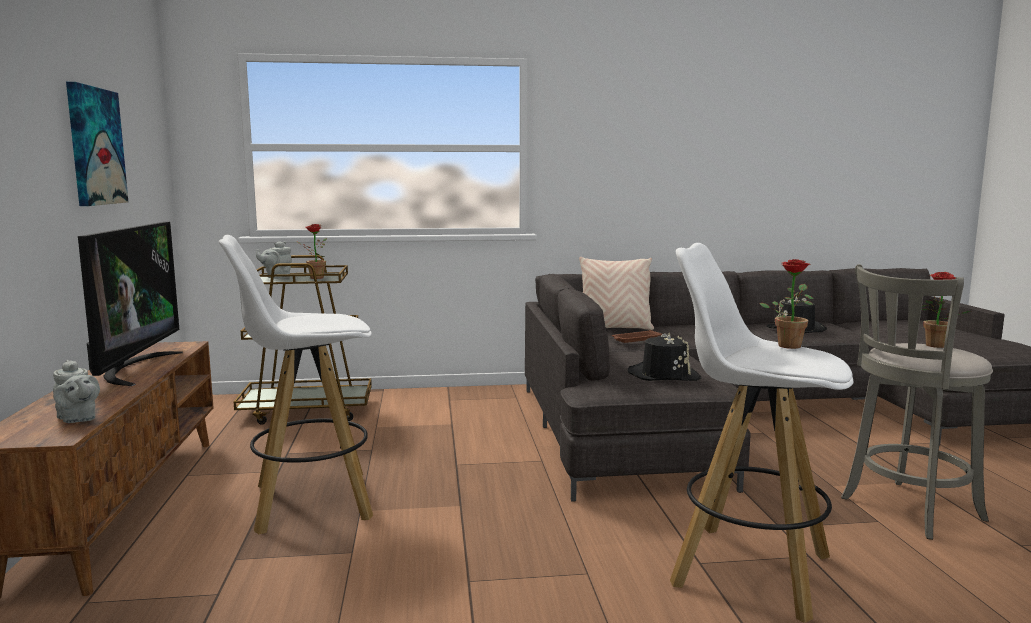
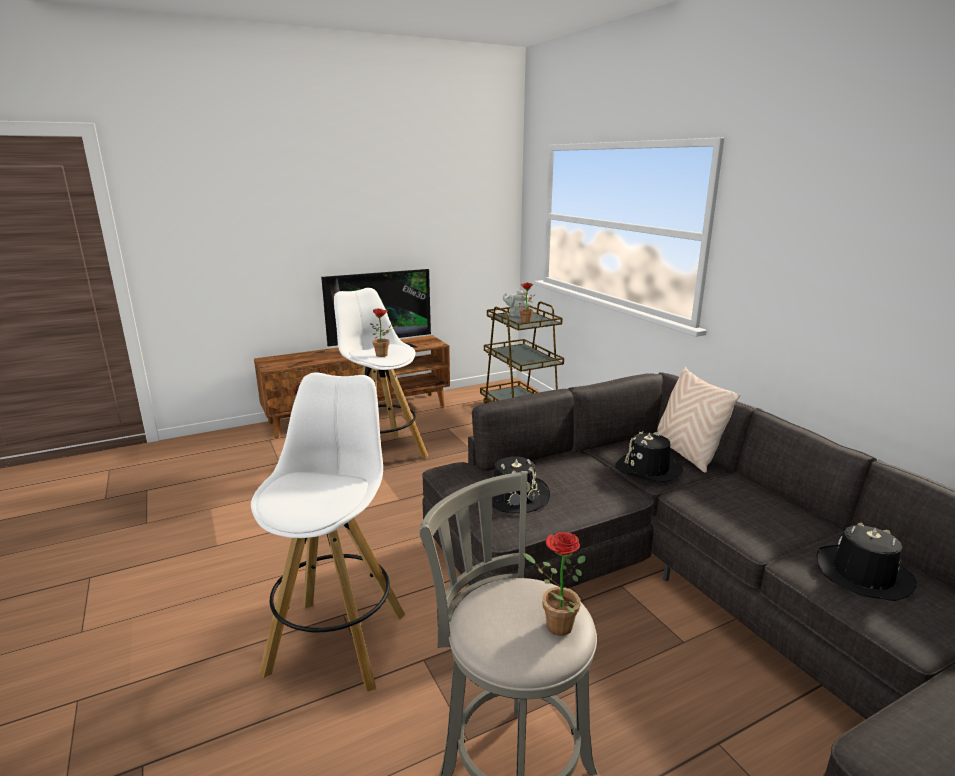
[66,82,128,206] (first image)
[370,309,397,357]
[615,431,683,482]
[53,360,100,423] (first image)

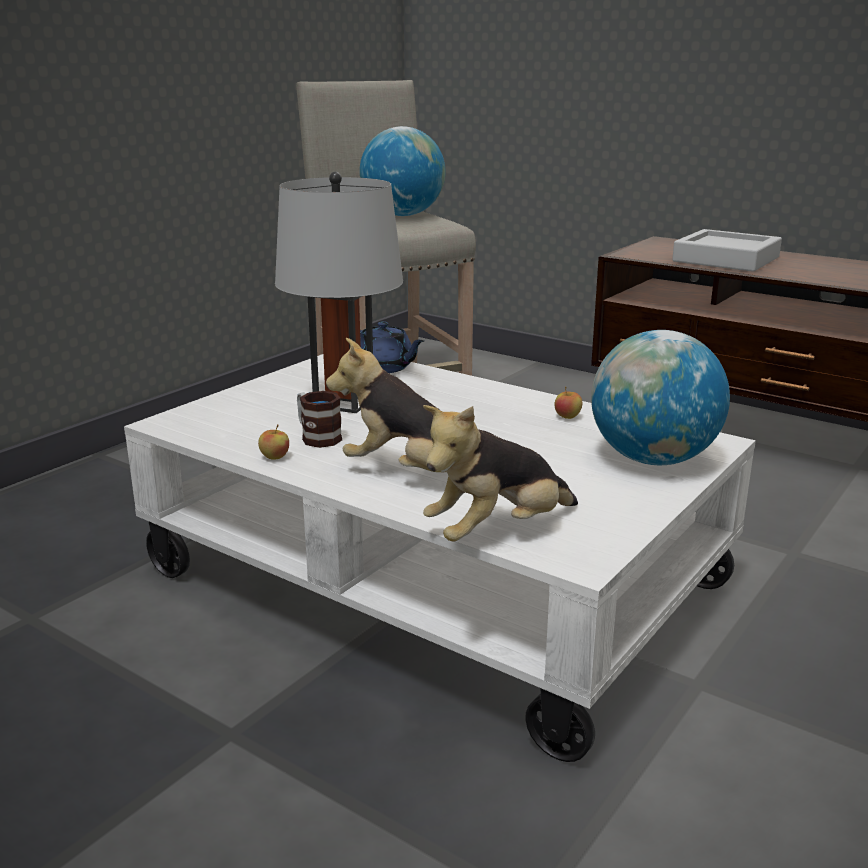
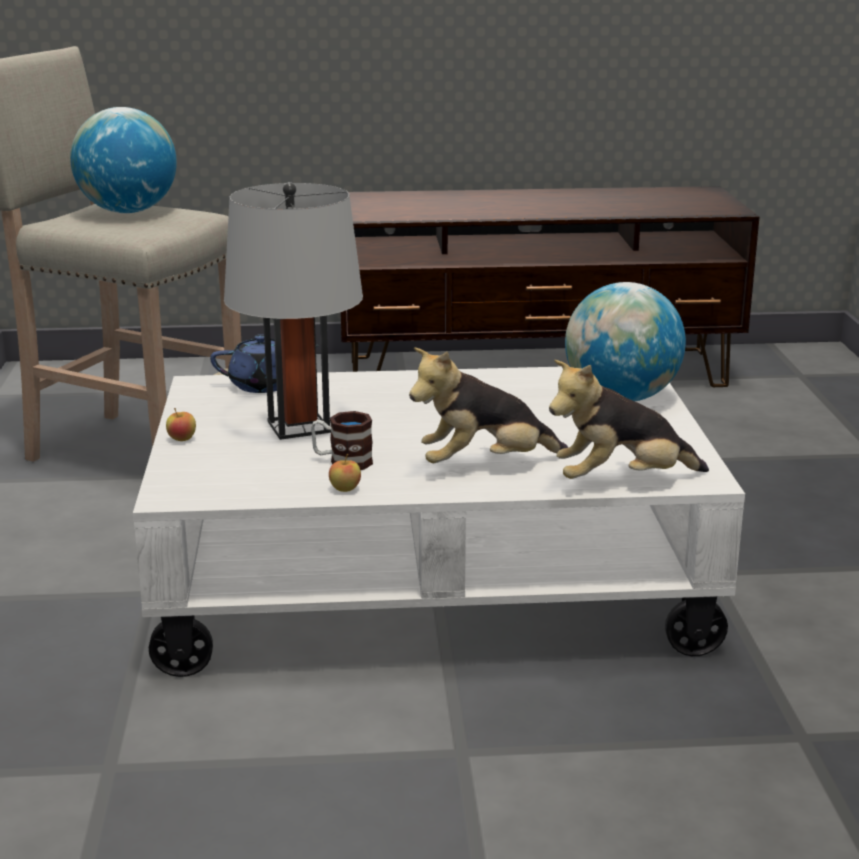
[672,229,782,272] (first image)
[166,408,196,441]
[549,360,709,479]

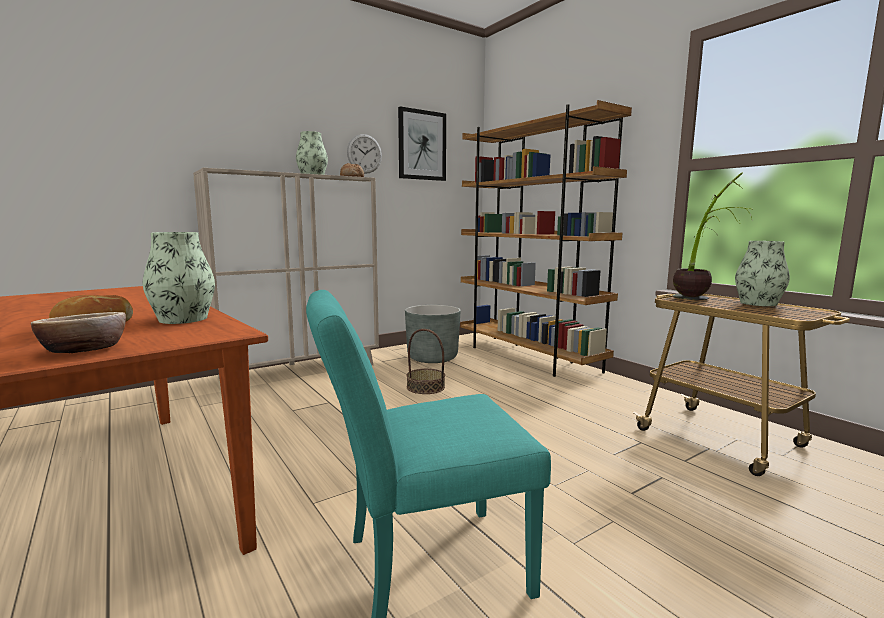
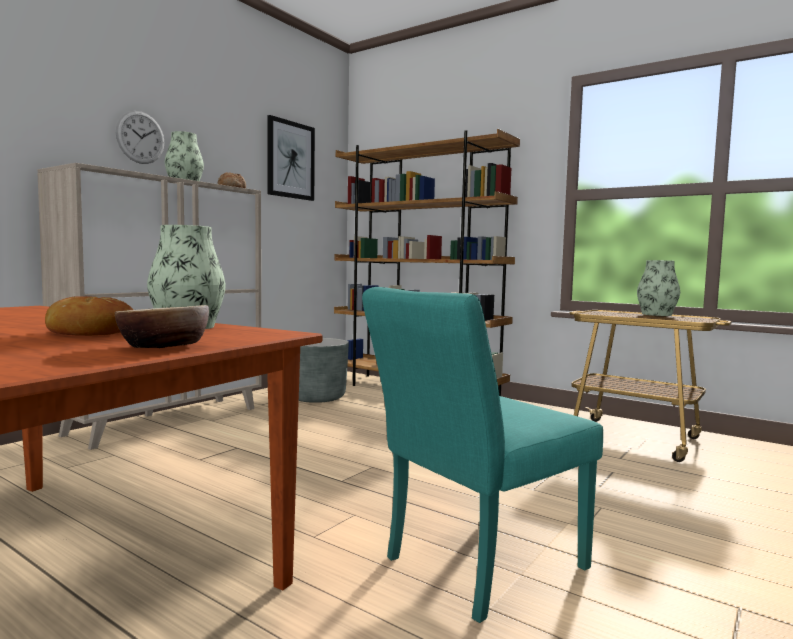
[116,111,165,164]
[673,172,752,300] (first image)
[406,329,445,394] (first image)

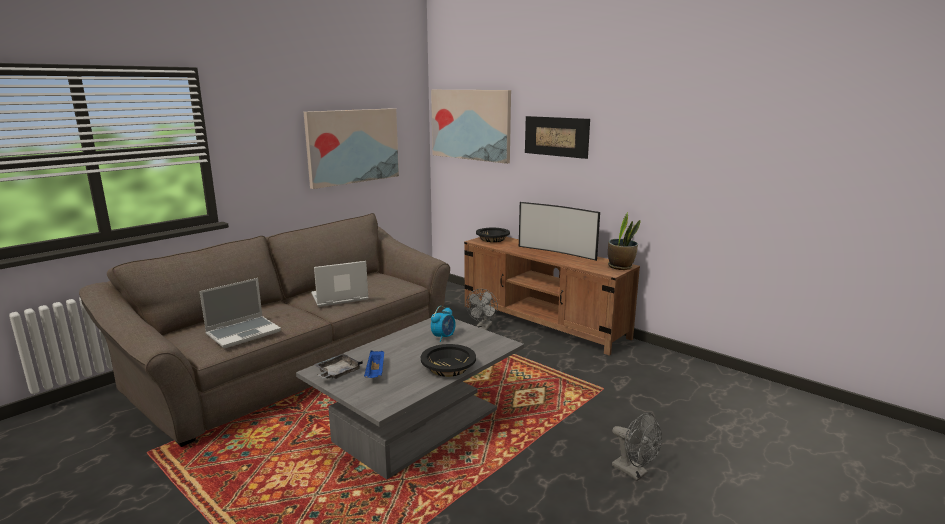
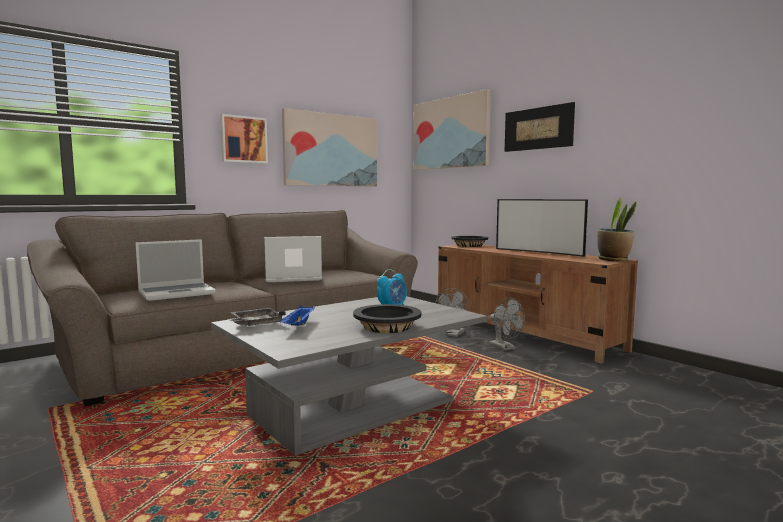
[489,297,525,351]
[220,114,268,164]

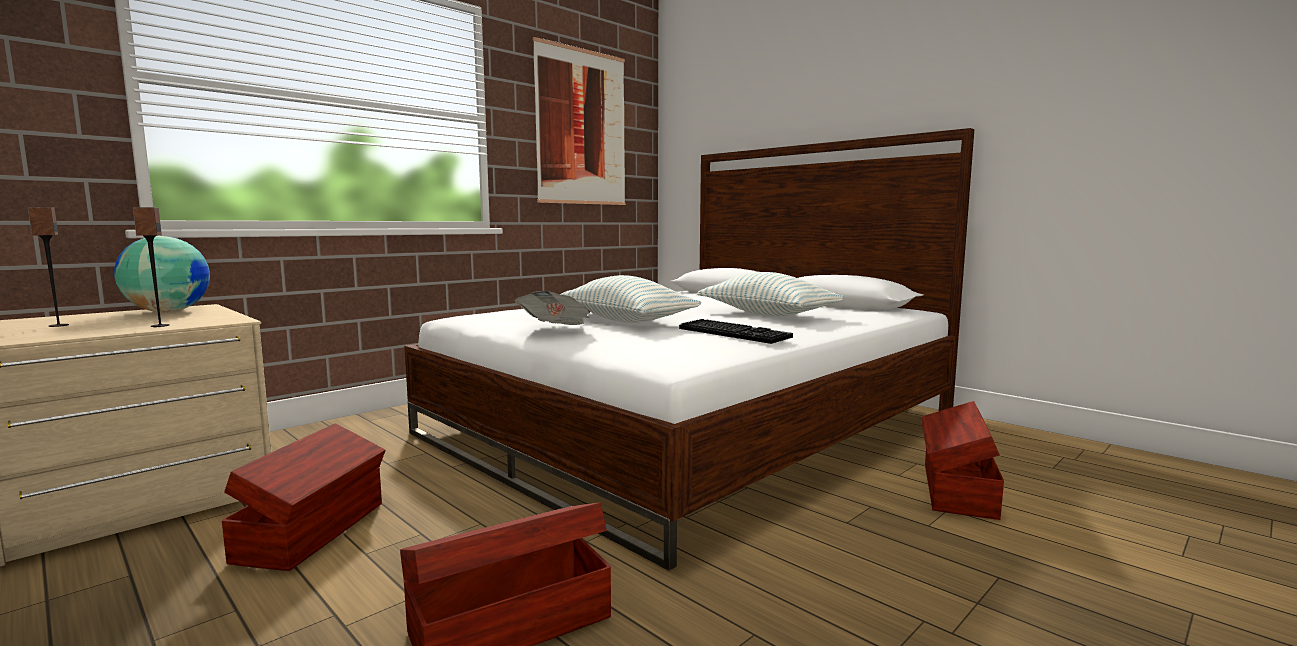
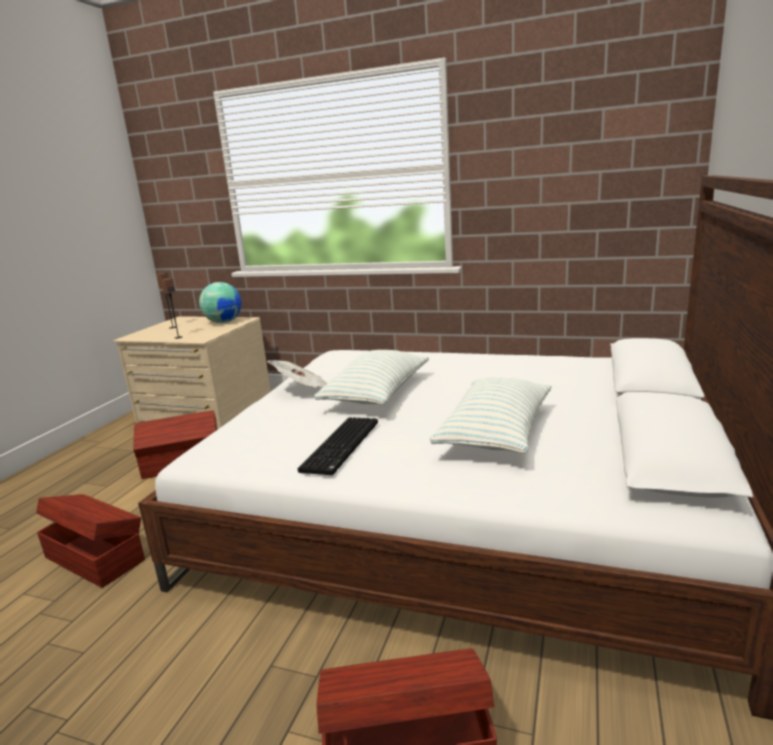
[533,37,626,205] (first image)

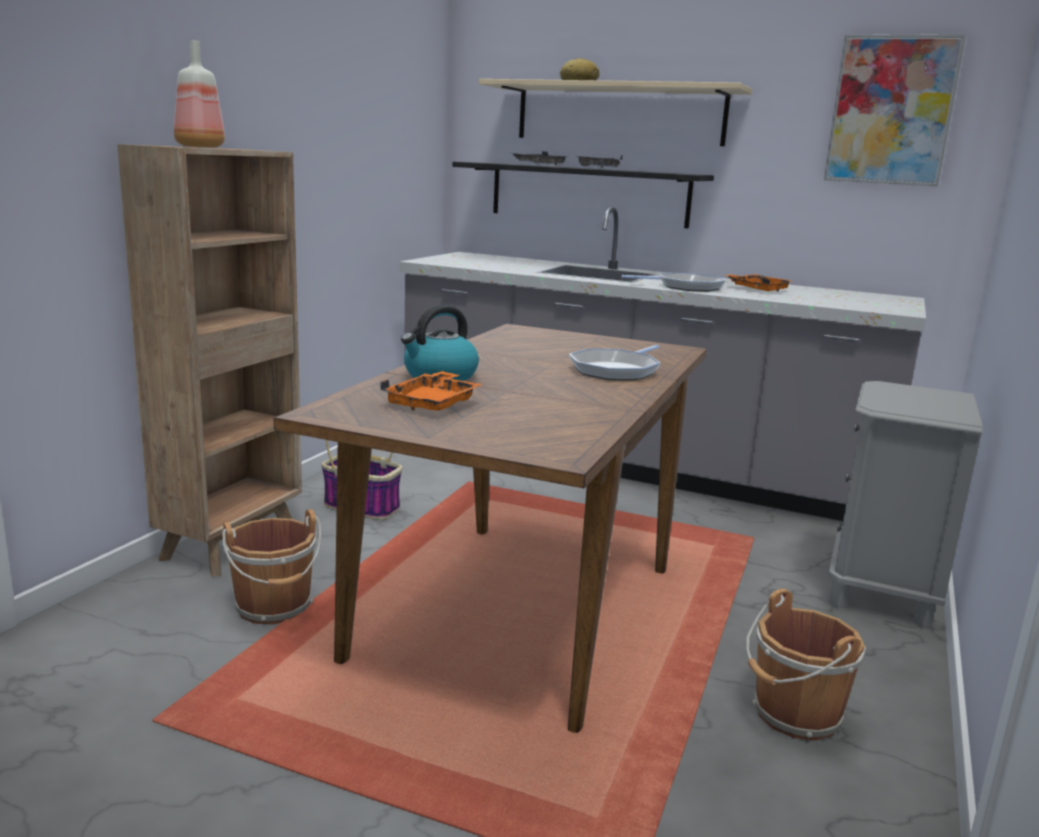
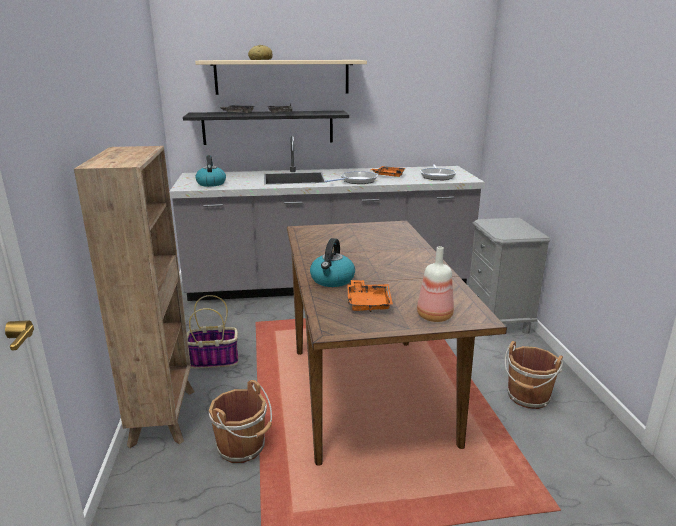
[824,34,966,187] (first image)
[417,246,454,322]
[420,164,456,180]
[195,155,226,187]

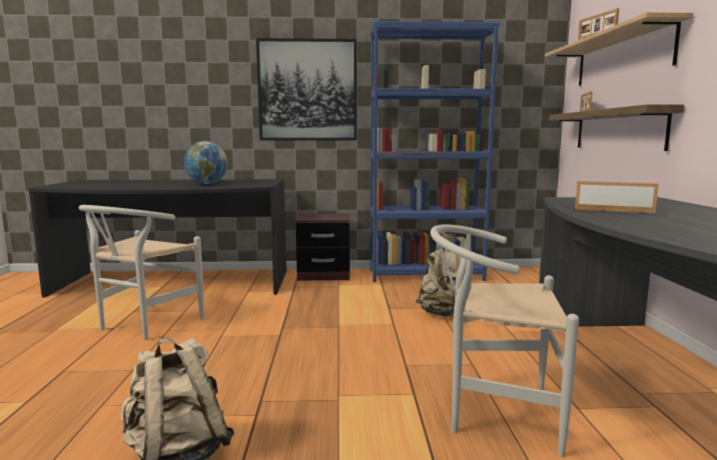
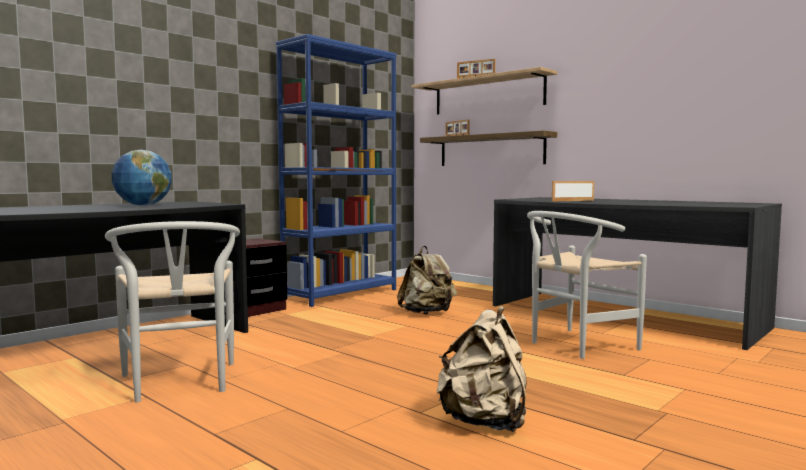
[256,38,357,141] (first image)

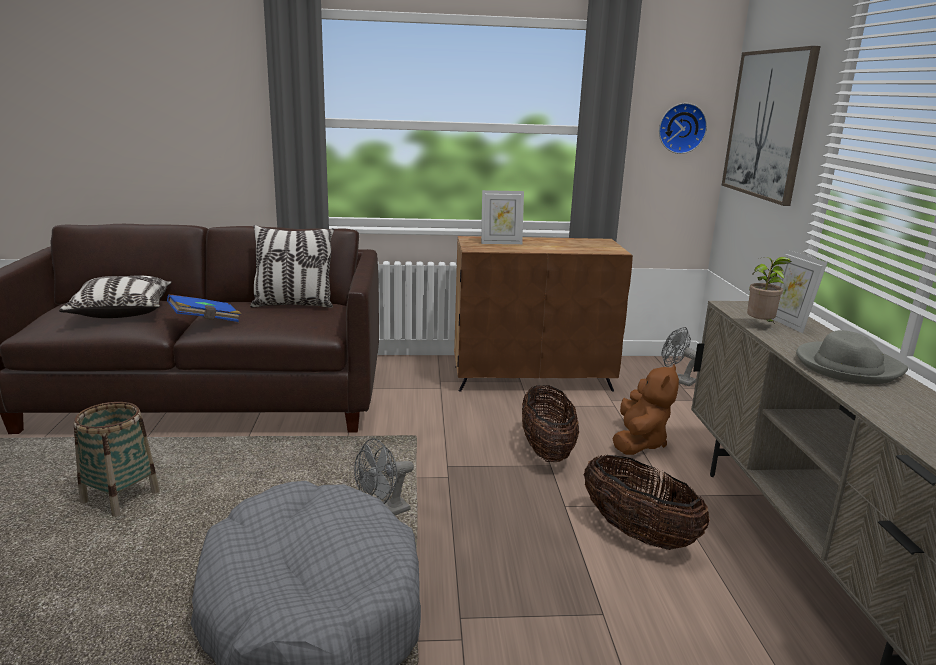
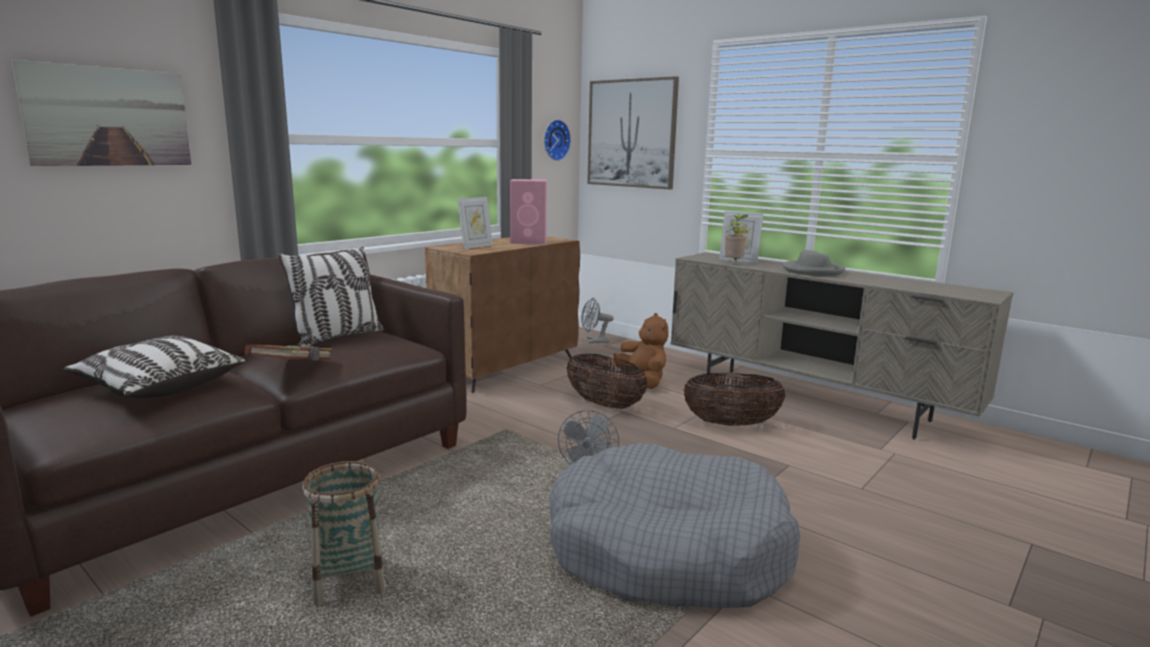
[244,345,332,360]
[11,60,191,166]
[510,179,547,245]

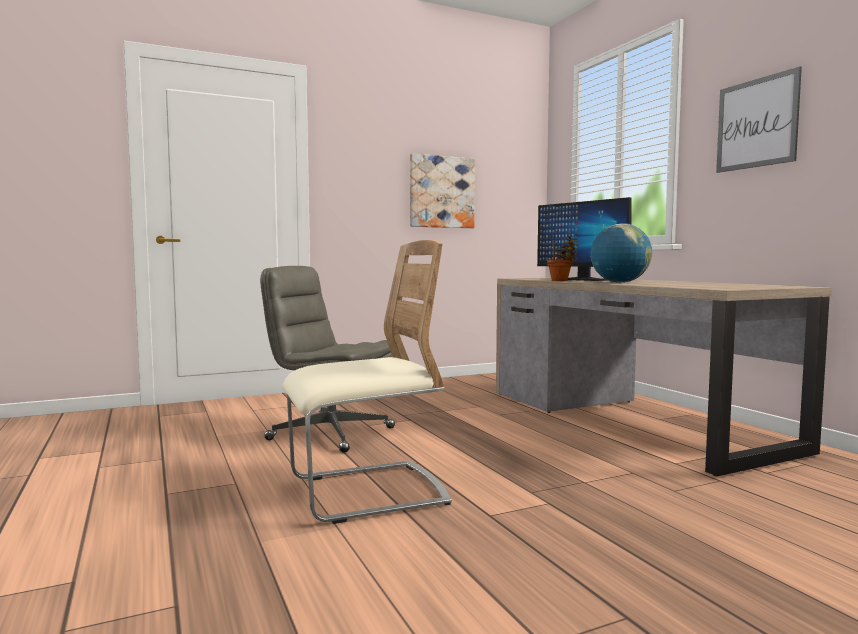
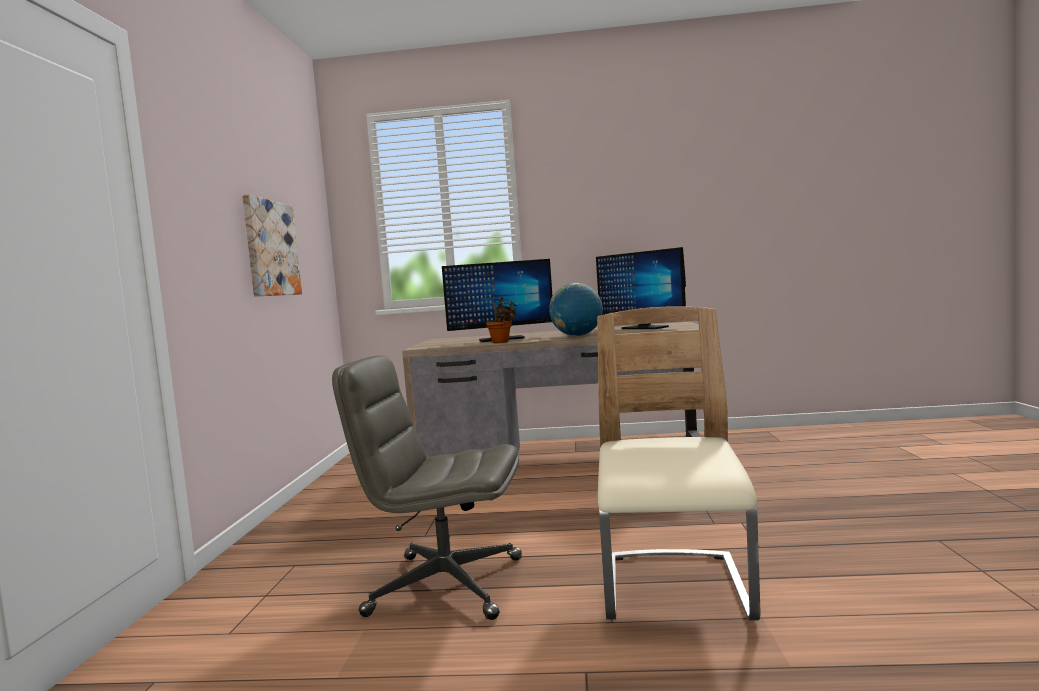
[716,67,802,173] (first image)
[332,355,522,620]
[596,247,686,329]

